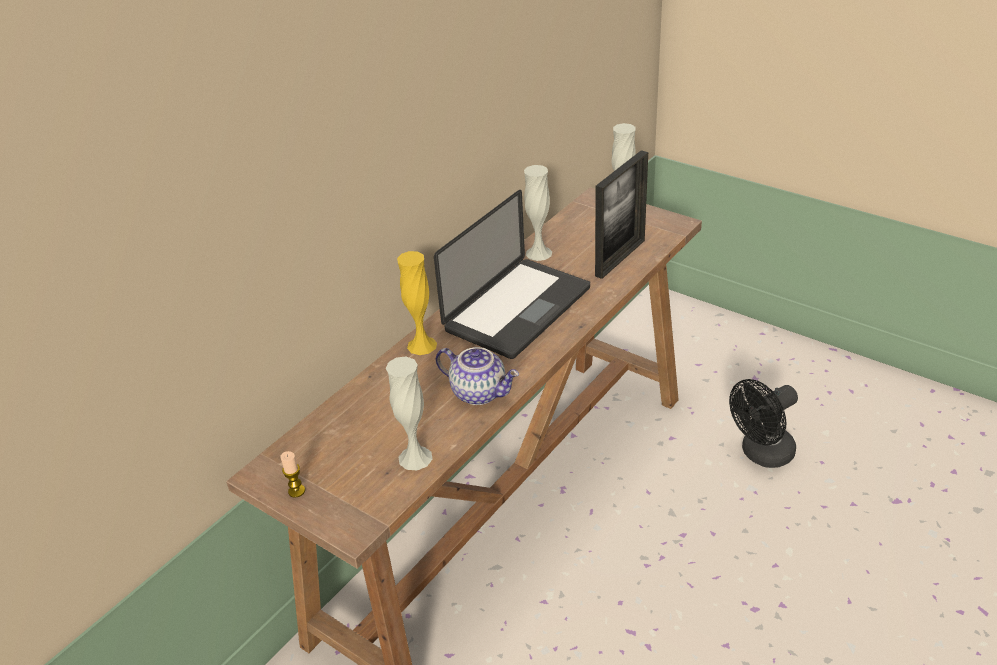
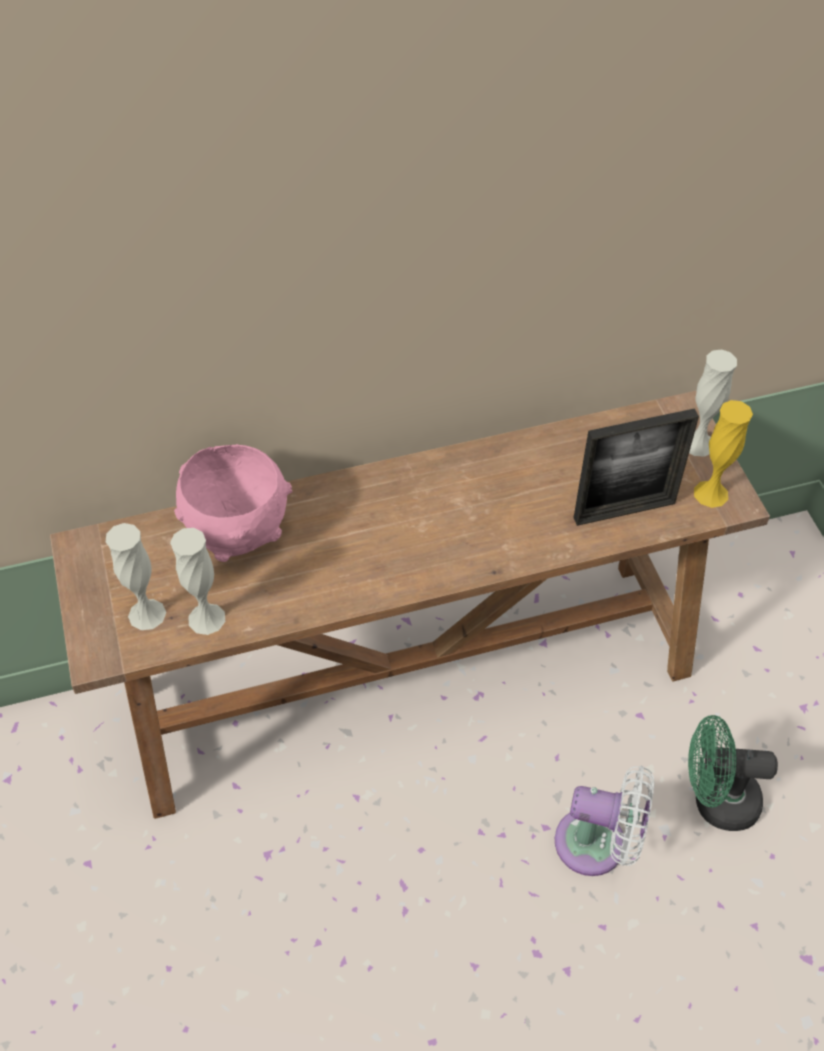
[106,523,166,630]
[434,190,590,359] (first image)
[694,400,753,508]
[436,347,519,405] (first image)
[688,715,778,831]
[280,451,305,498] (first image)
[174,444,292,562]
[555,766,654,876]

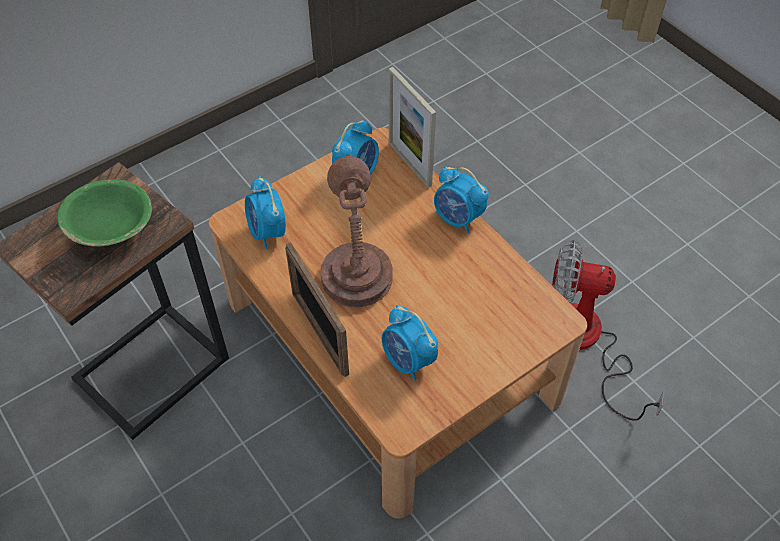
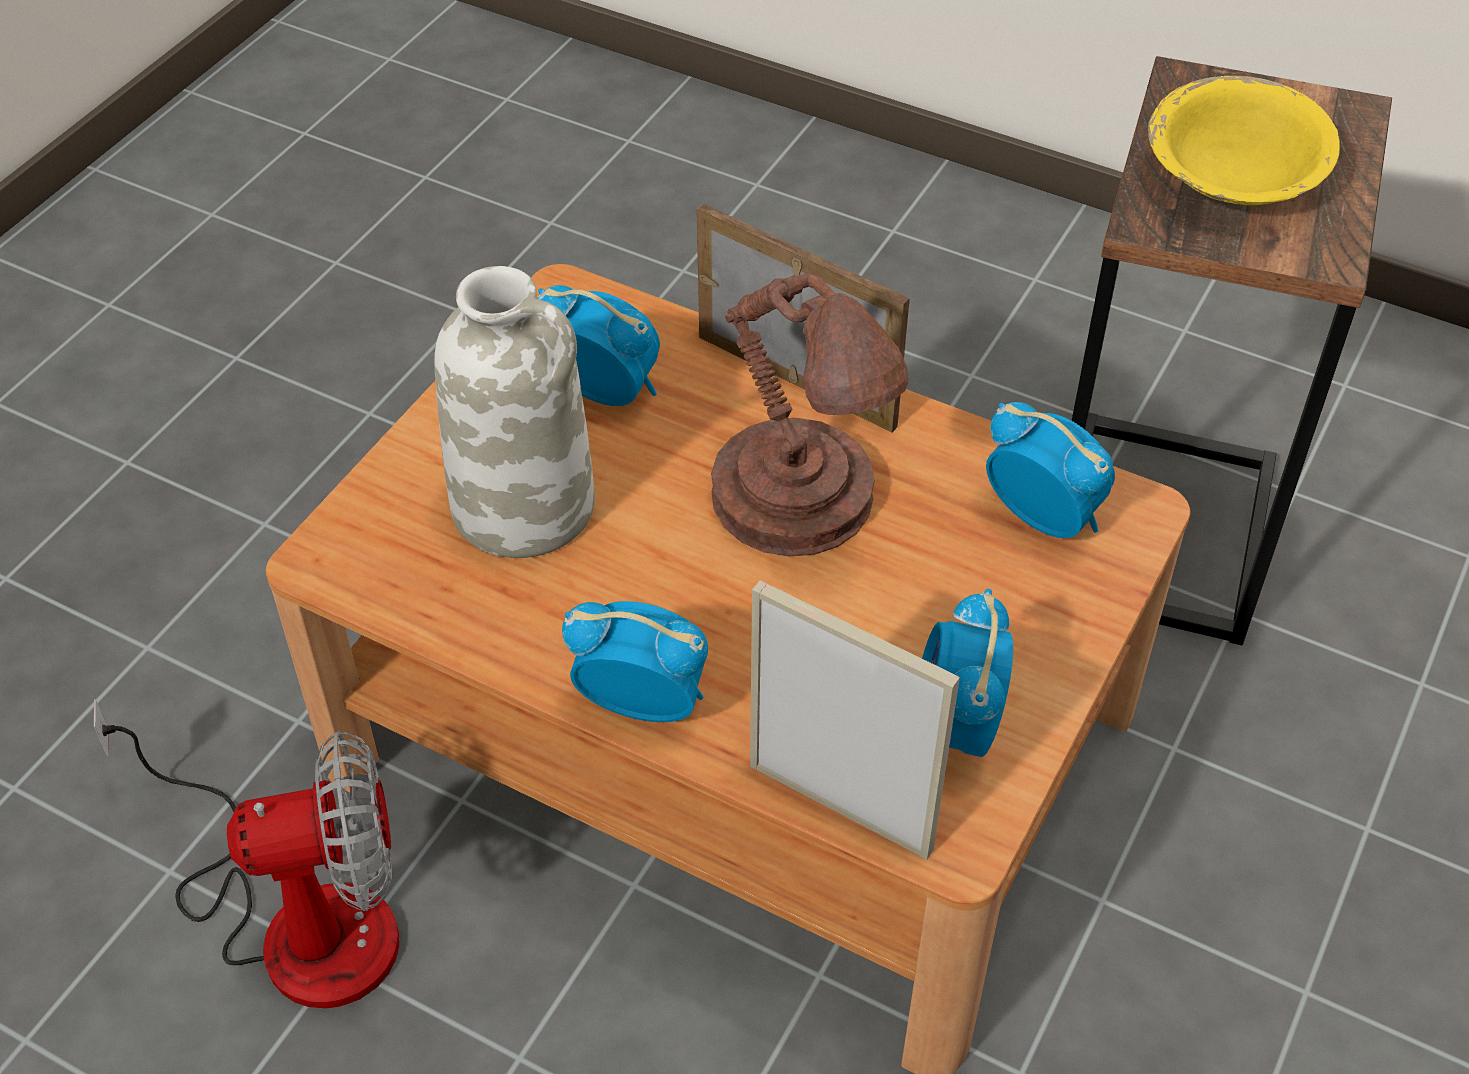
[1148,76,1340,205]
[434,266,595,558]

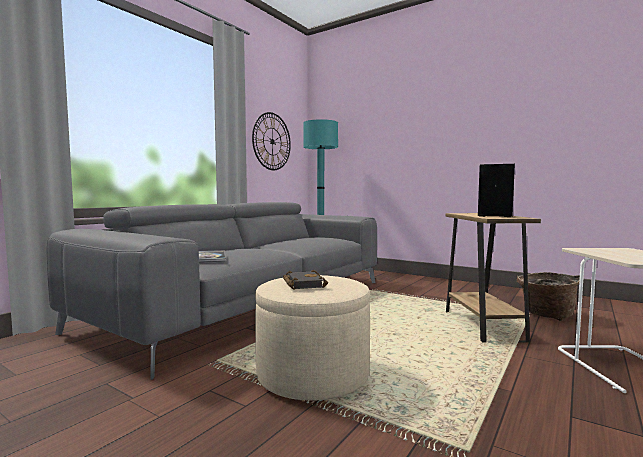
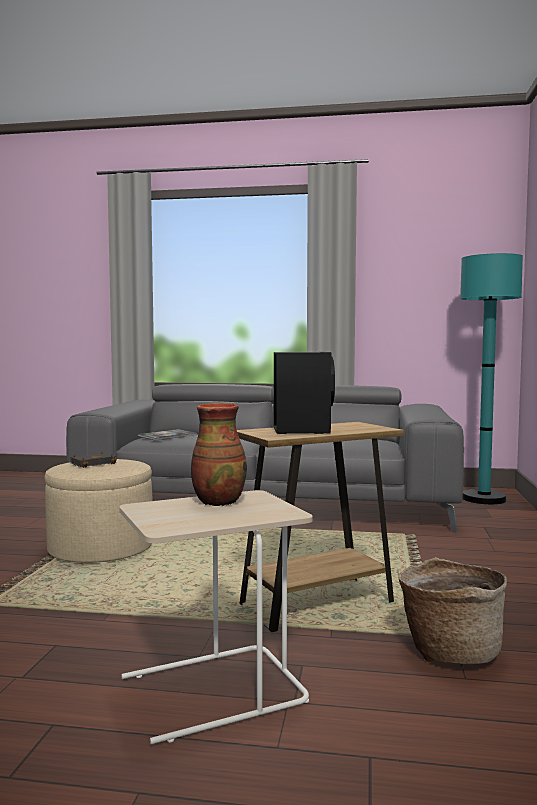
[252,112,291,170] (first image)
[191,403,247,506]

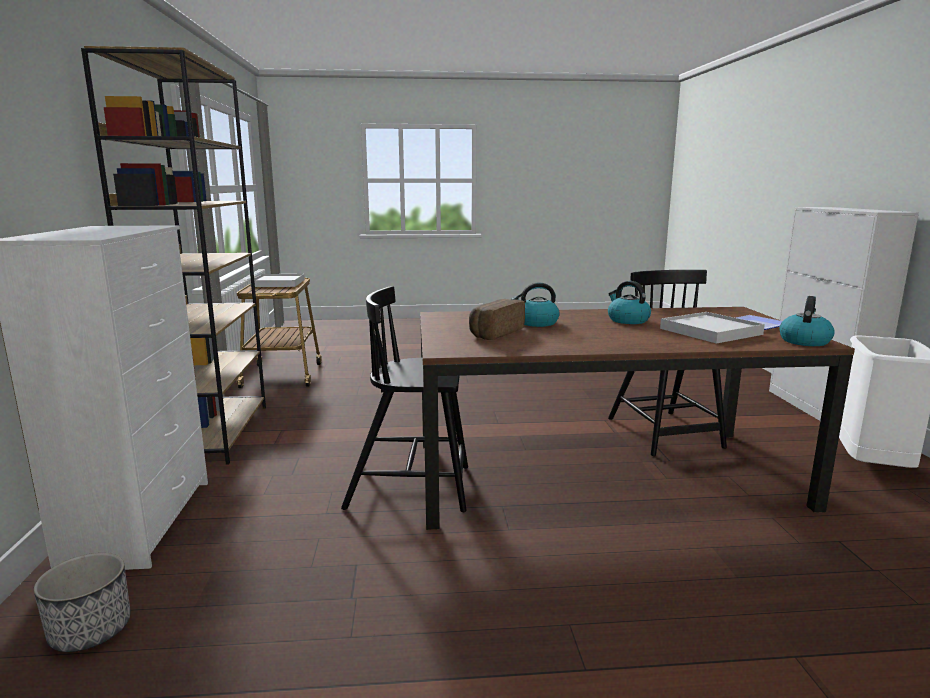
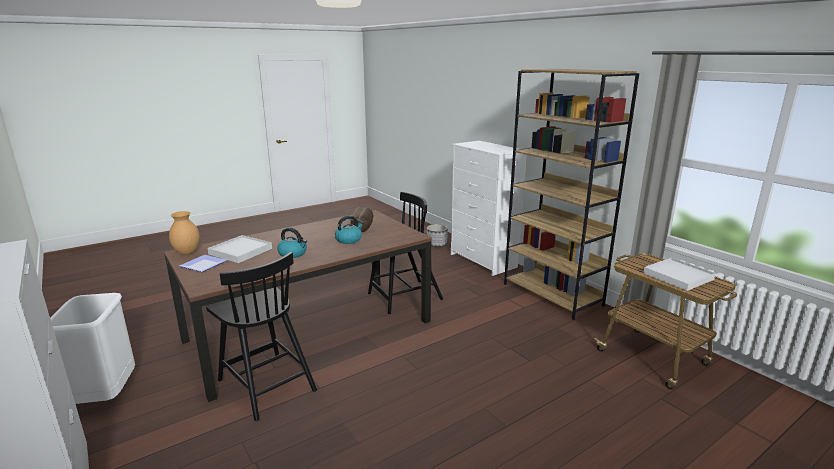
[169,211,200,254]

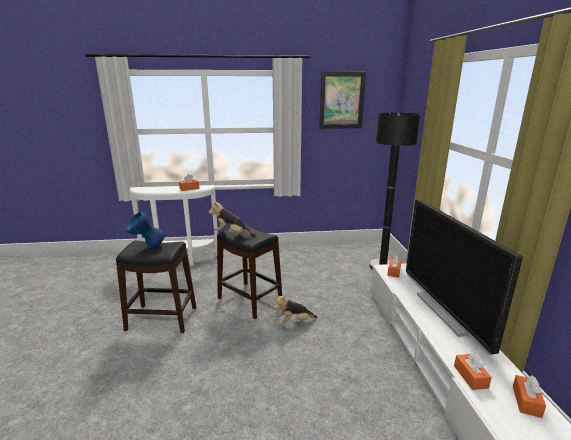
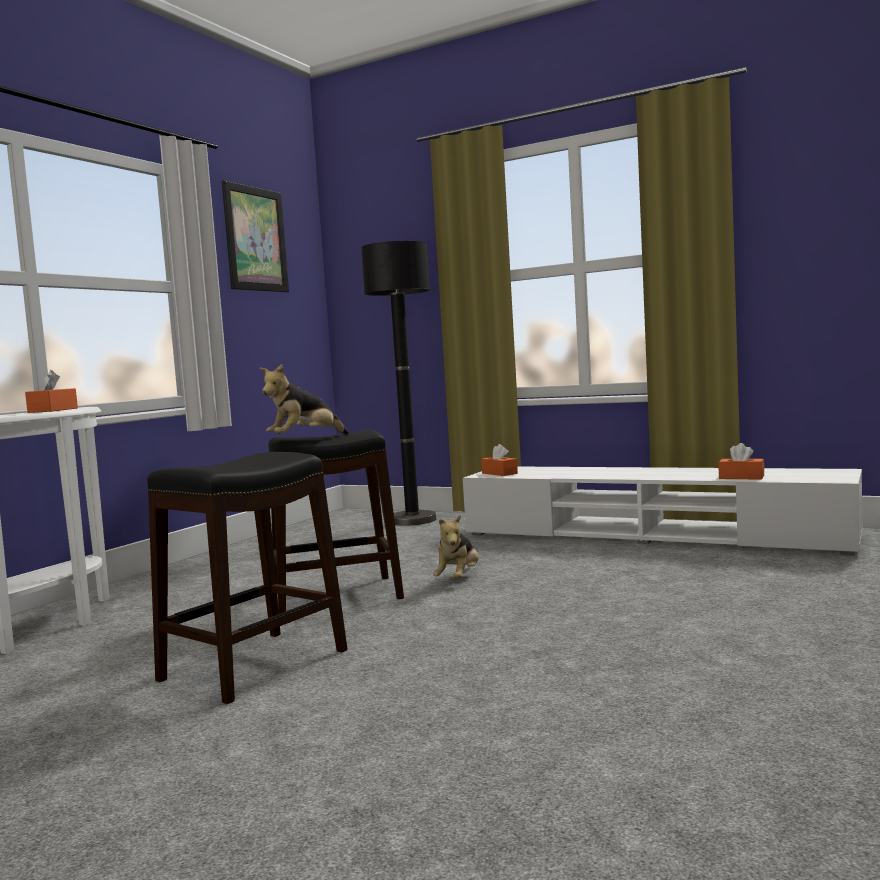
[406,199,523,355] (first image)
[126,211,165,248] (first image)
[513,375,546,418] (first image)

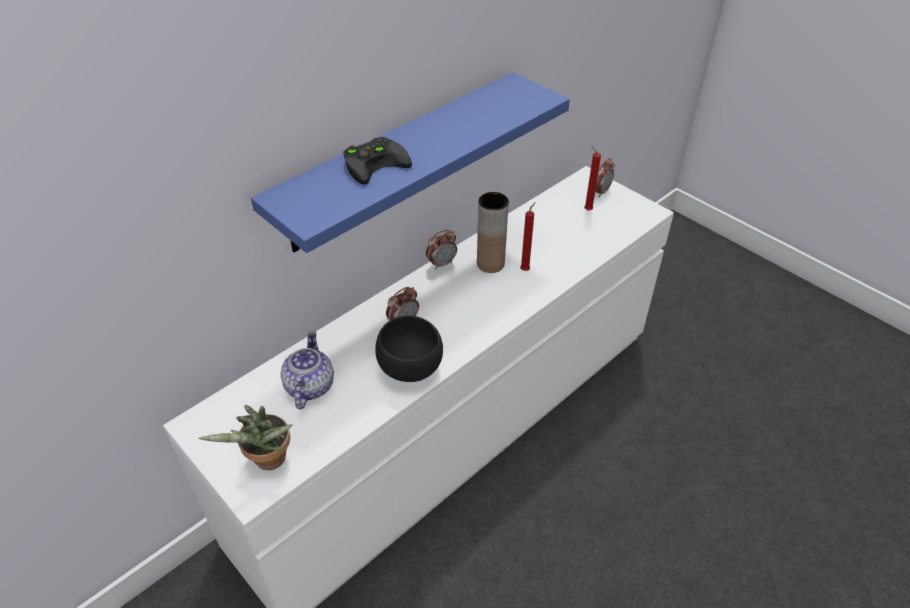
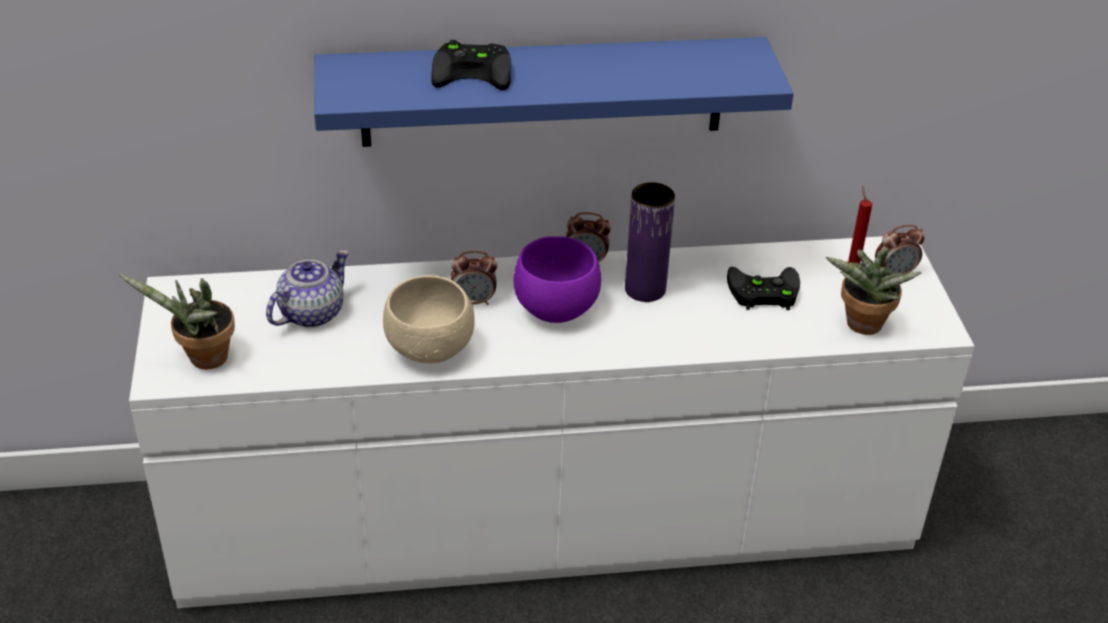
[625,182,675,302]
[520,202,536,271] (first image)
[383,275,475,363]
[513,236,601,323]
[826,248,922,335]
[727,267,800,310]

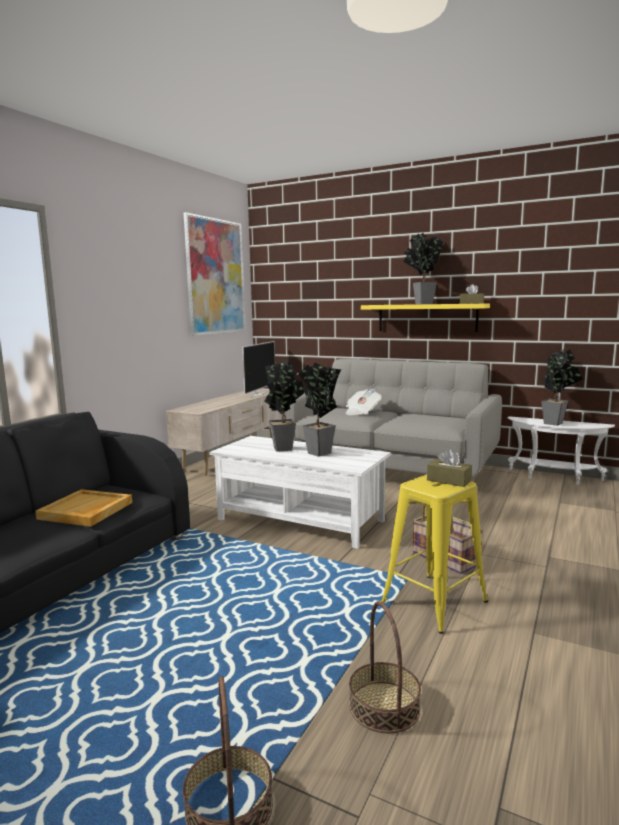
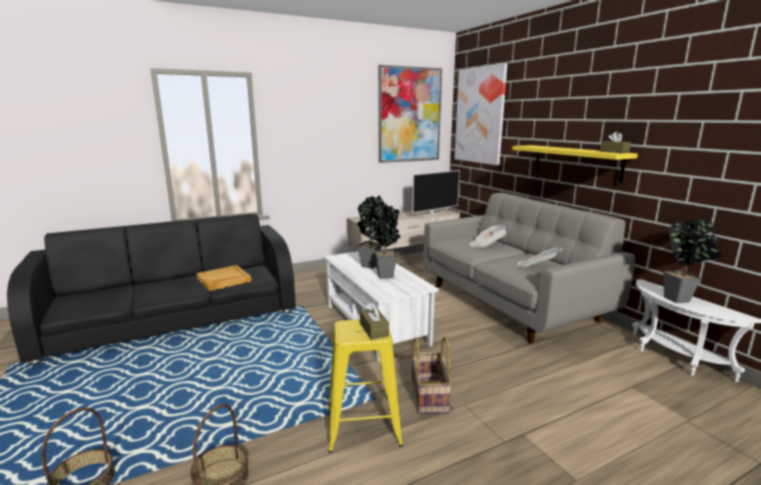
[403,233,443,304] (first image)
[454,64,507,165]
[517,247,562,268]

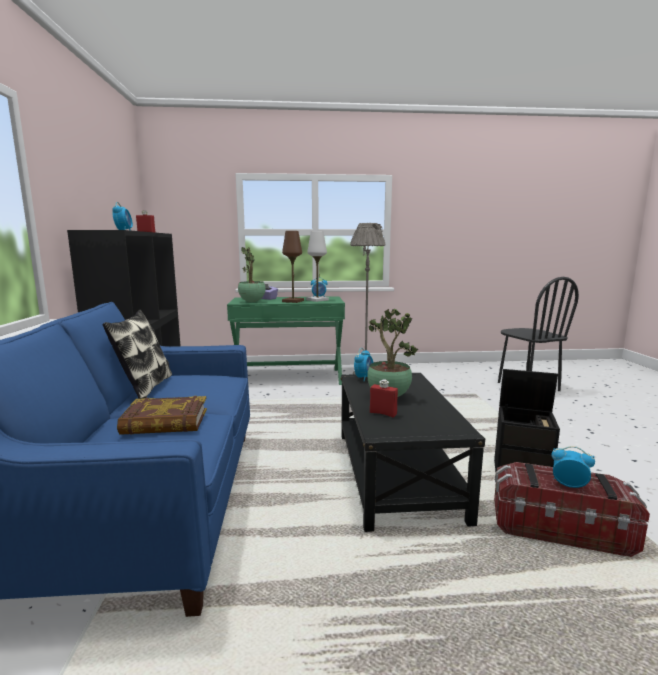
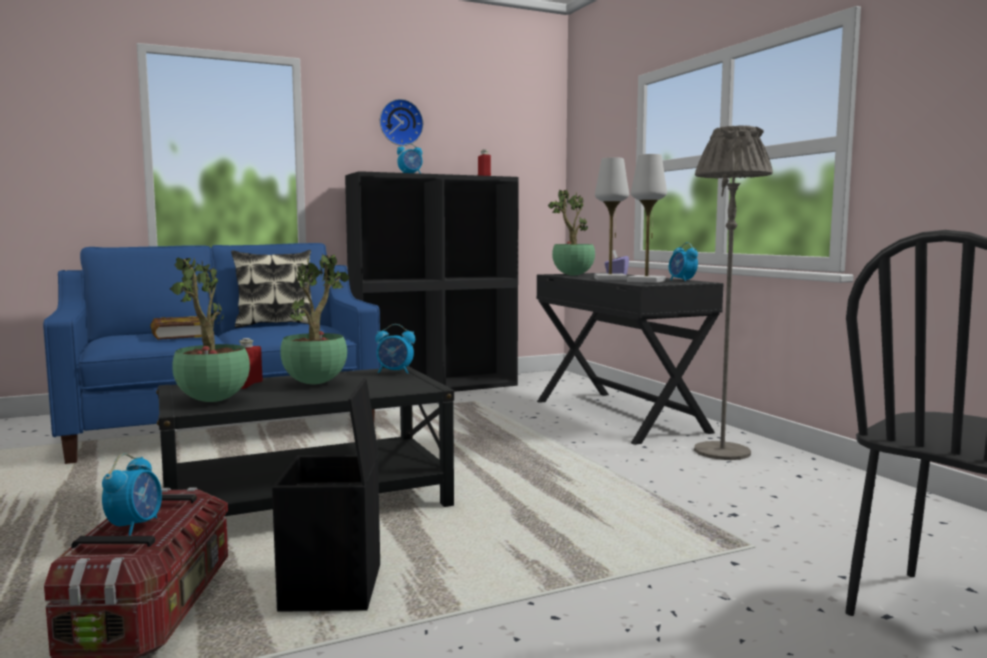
[594,157,629,280]
[537,273,724,445]
[380,99,424,146]
[170,258,250,402]

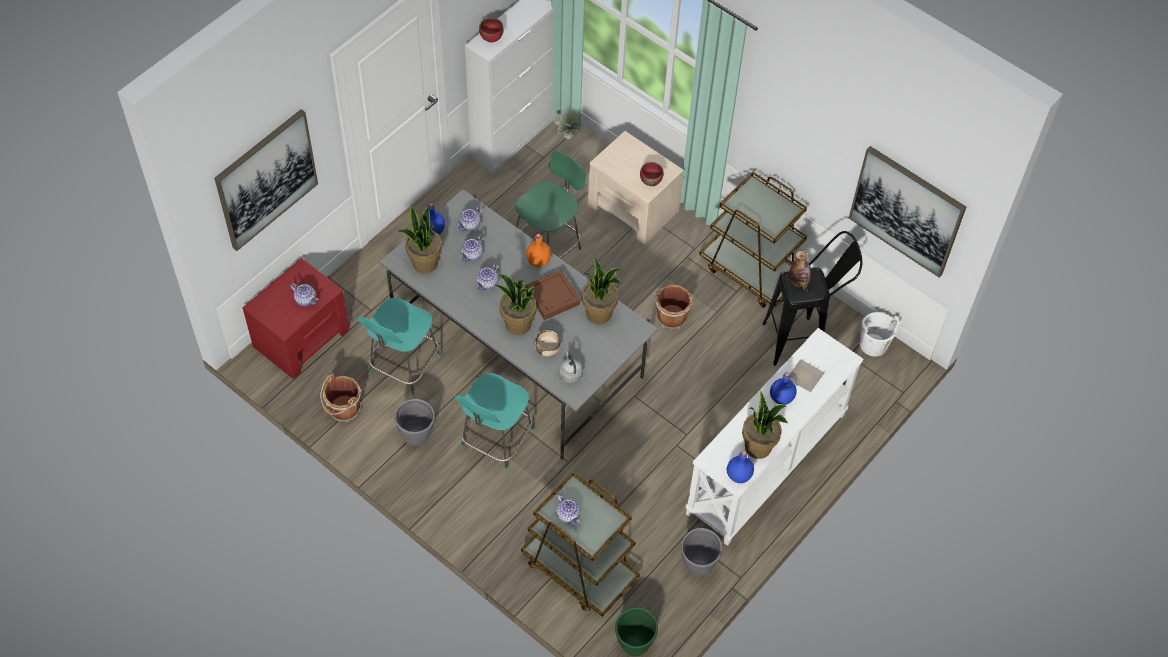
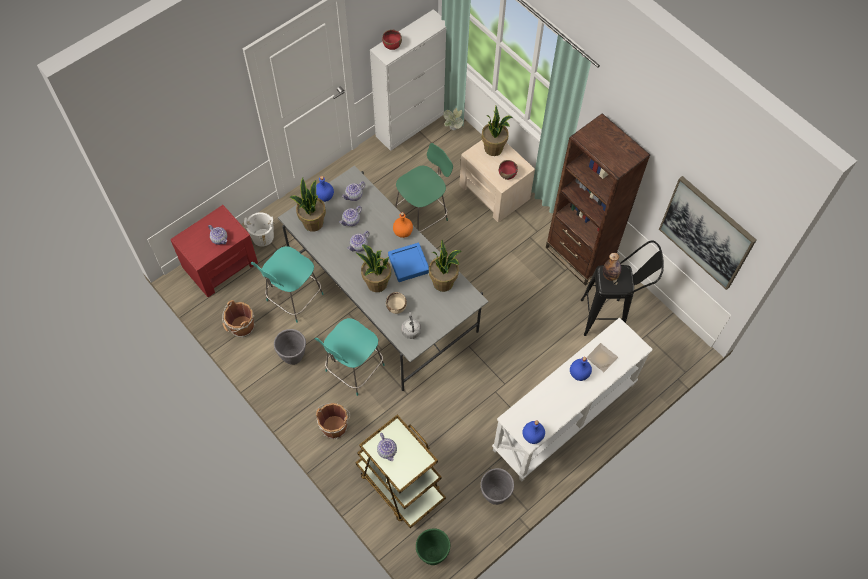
[214,109,318,251] (first image)
[546,113,650,286]
[388,243,429,282]
[316,403,350,439]
[244,212,275,246]
[482,106,513,156]

